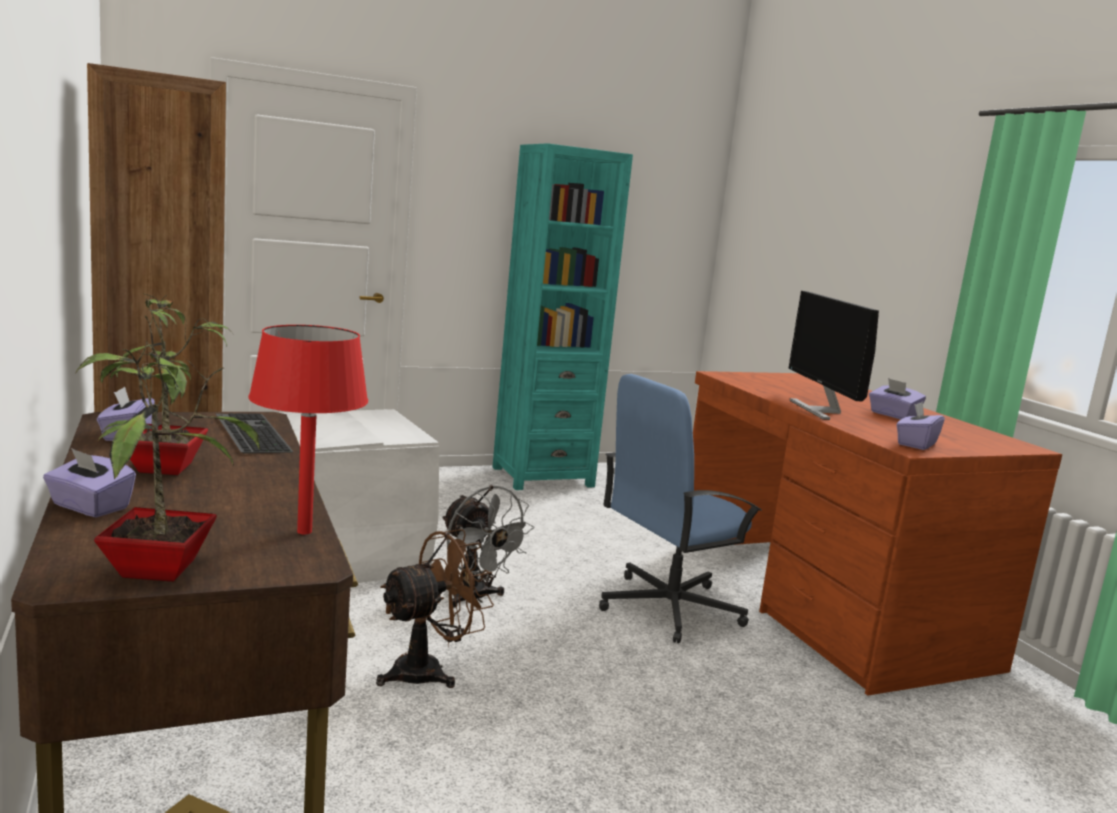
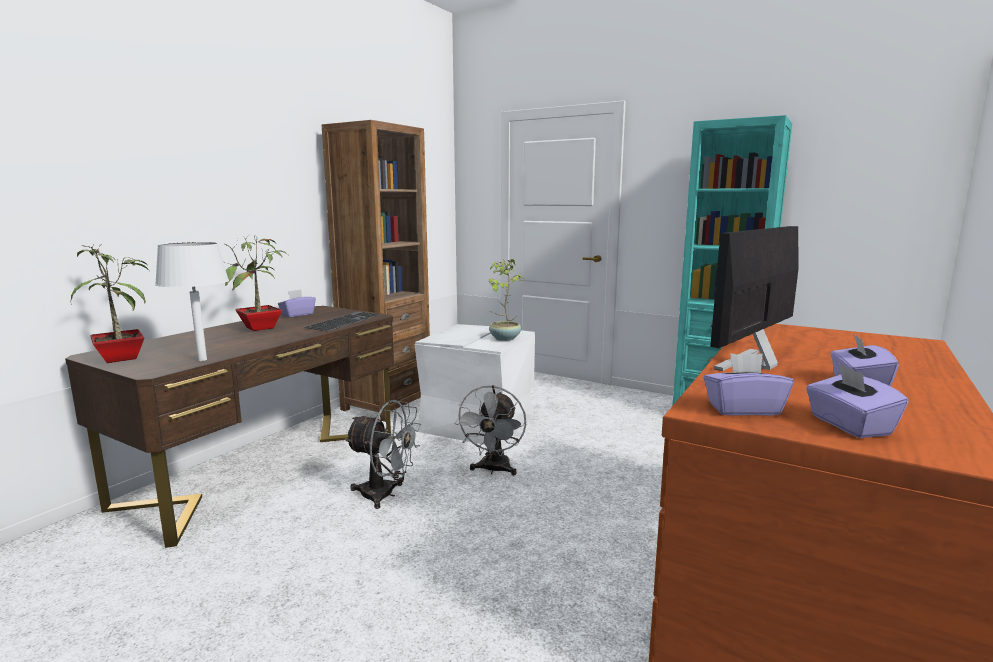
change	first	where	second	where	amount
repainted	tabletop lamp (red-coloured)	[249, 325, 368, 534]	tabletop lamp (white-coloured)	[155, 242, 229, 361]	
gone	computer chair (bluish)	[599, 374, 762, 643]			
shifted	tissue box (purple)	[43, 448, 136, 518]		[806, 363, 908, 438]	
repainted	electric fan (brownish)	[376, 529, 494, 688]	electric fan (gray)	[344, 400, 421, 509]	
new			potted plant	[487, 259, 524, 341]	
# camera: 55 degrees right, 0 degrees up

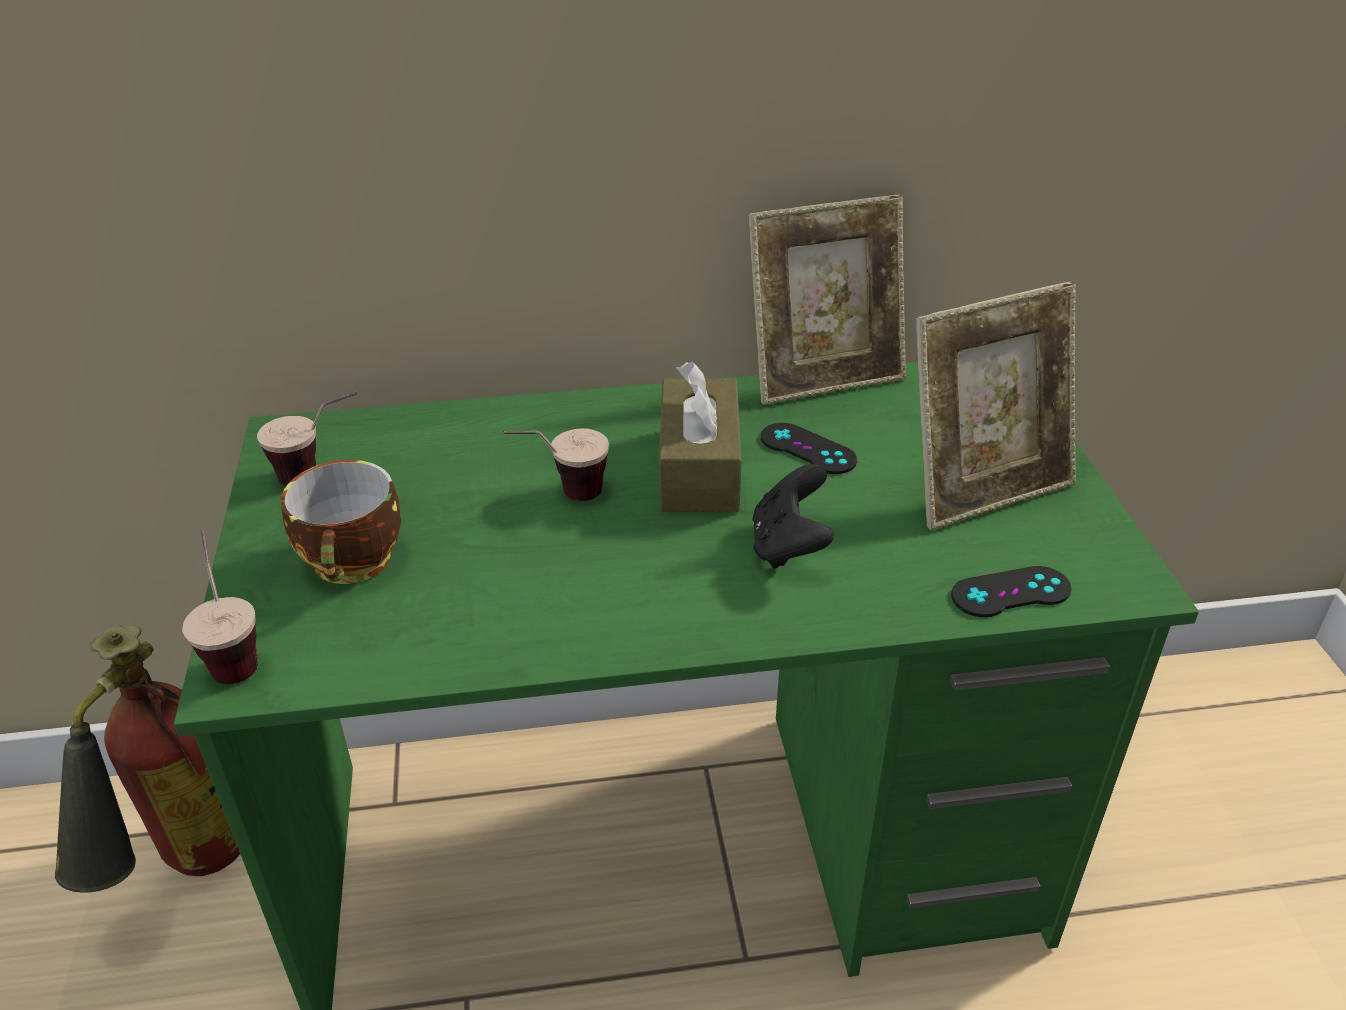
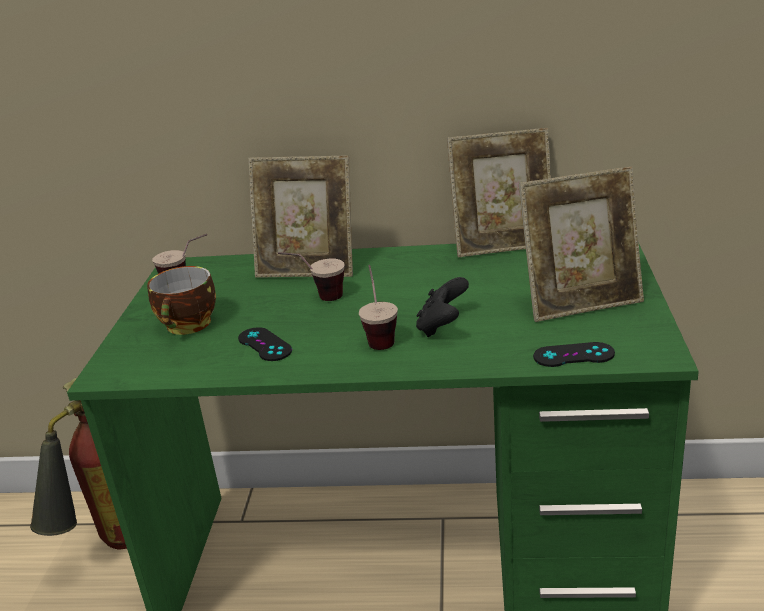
change	first	where	second	where	amount
gone	tissue box (brownish)	[659, 361, 741, 512]			
shifted	gamepad (black)	[761, 423, 857, 474]		[238, 327, 292, 361]	
shifted	small cup	[182, 528, 258, 684]		[359, 265, 398, 350]	
new			standing frame	[248, 156, 353, 278]	
# camera: 15 degrees right, 10 degrees down

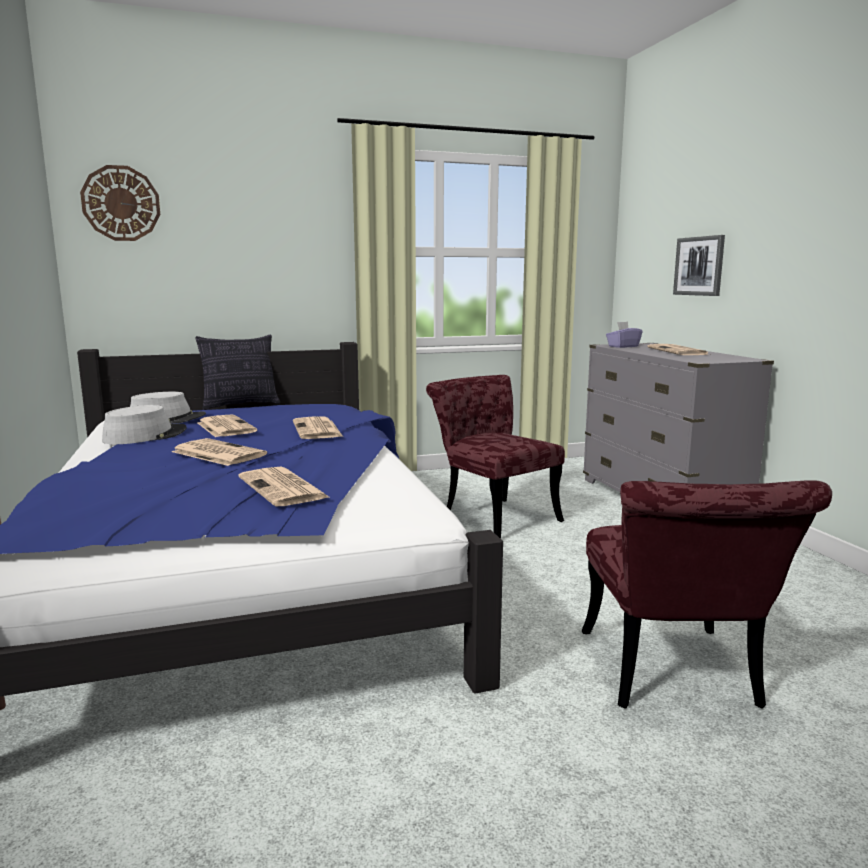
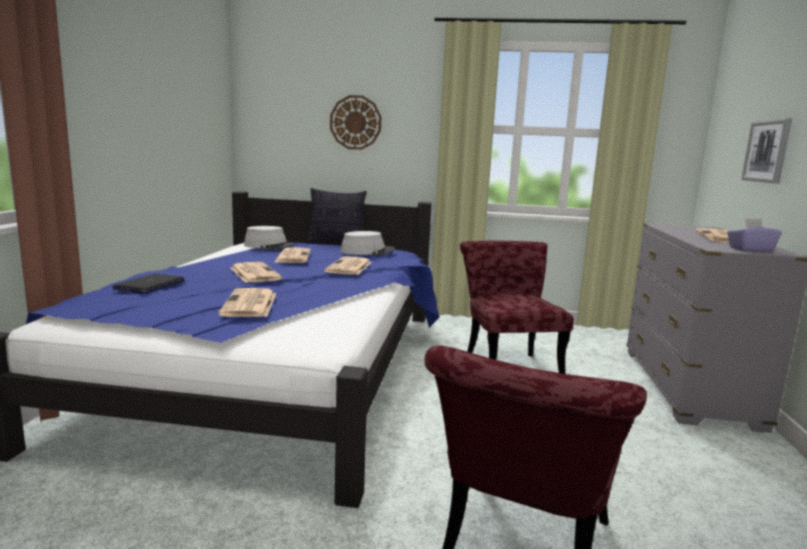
change	first	where	second	where	amount
shifted	hanging clock	[80, 165, 160, 241]		[330, 95, 381, 150]	
shifted	tissue box (purple)	[606, 321, 643, 348]		[727, 218, 781, 252]	
shifted	wearable hat (gray)	[102, 405, 187, 444]		[340, 231, 395, 255]	
new			laptop	[112, 274, 185, 294]	
# camera: 25 degrees right, 0 degrees up

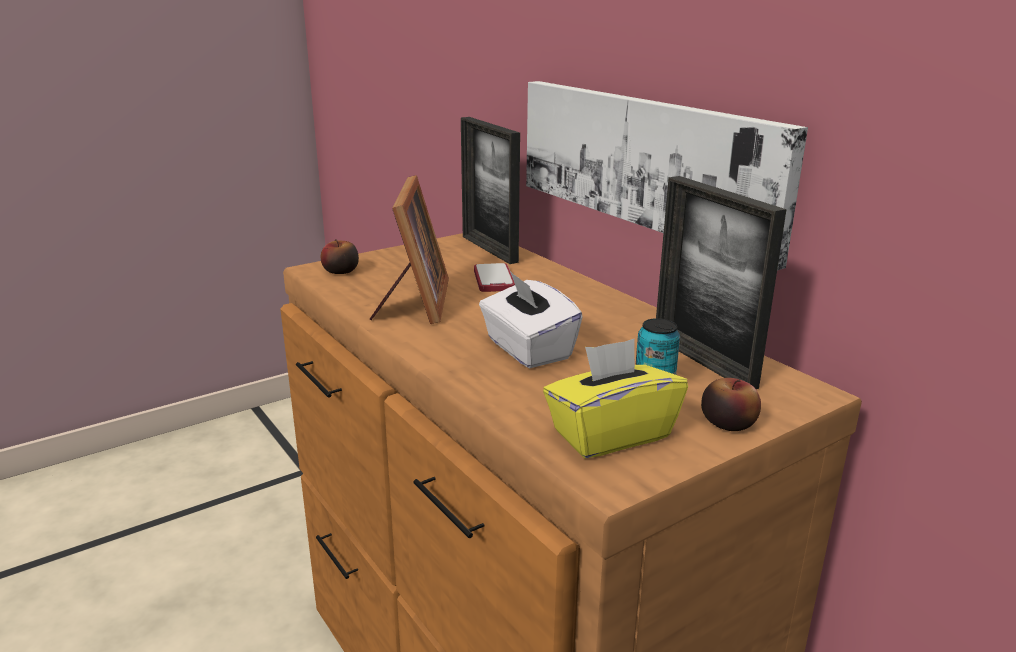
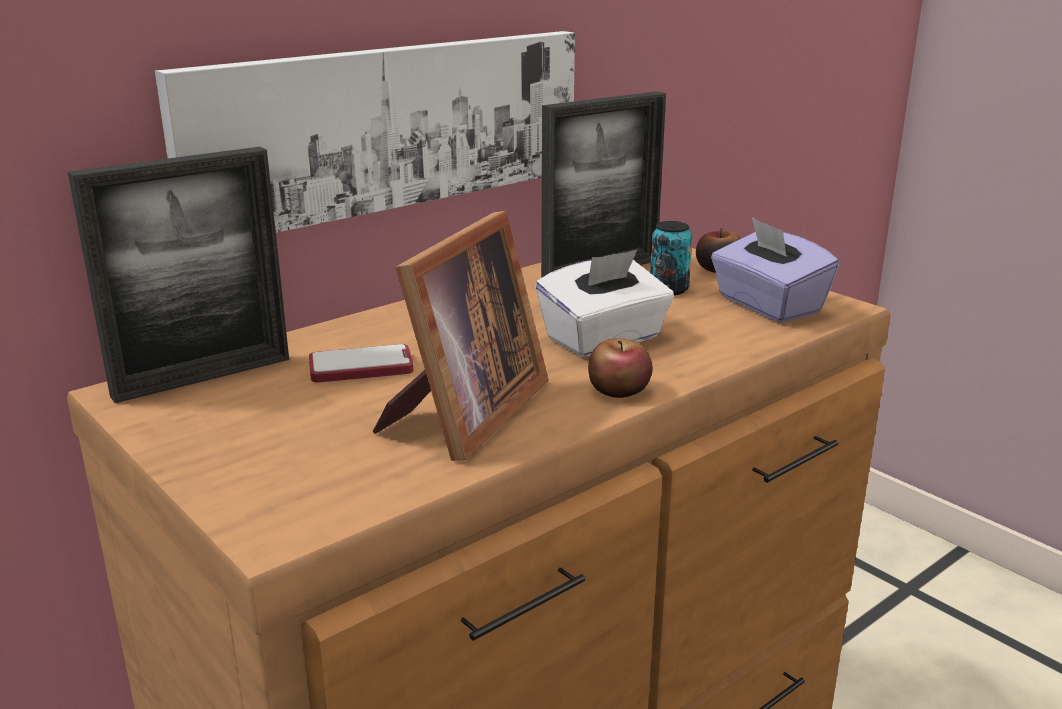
change	first	where	second	where	amount
rotated	standing frame	[370, 175, 449, 324]		[373, 211, 549, 461]	120 degrees clockwise
shifted	apple	[321, 239, 359, 274]		[588, 338, 653, 398]	
repainted	tissue box (yellowish)	[543, 339, 688, 458]	tissue box (purple)	[711, 217, 839, 323]	
# camera: 95 degrees left, 0 degrees up

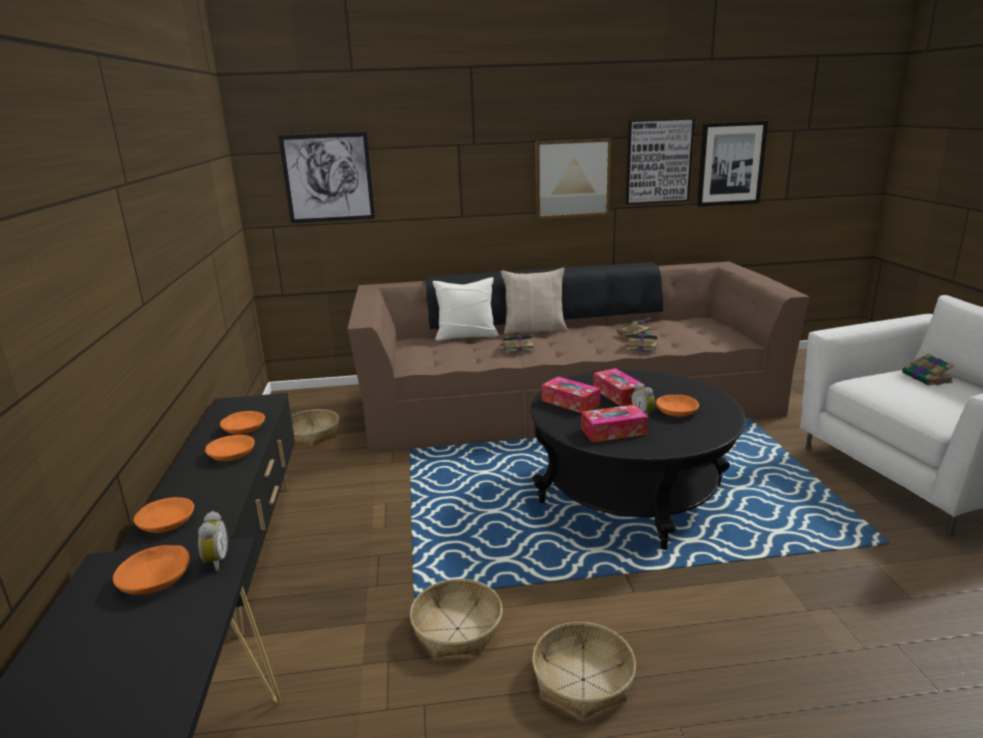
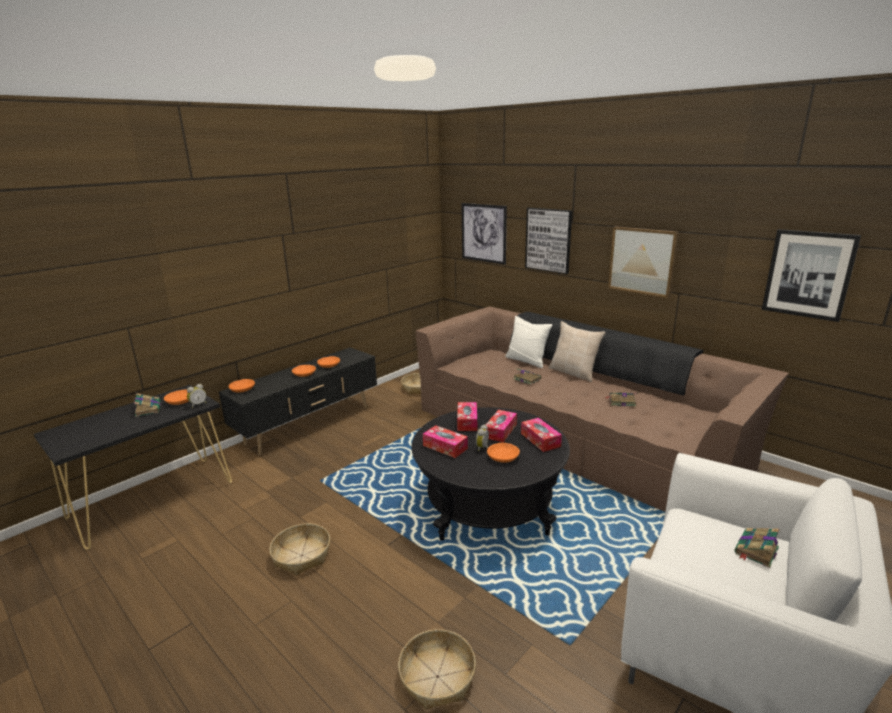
change	first	where	second	where	amount
shifted	picture	[626, 118, 695, 204]		[525, 208, 572, 274]	
shifted	bound book	[622, 334, 657, 352]		[134, 393, 161, 417]	
shifted	basket	[410, 579, 503, 658]		[398, 629, 476, 710]	
new			tissue box	[521, 418, 562, 452]	
# camera: 50 degrees right, 0 degrees up

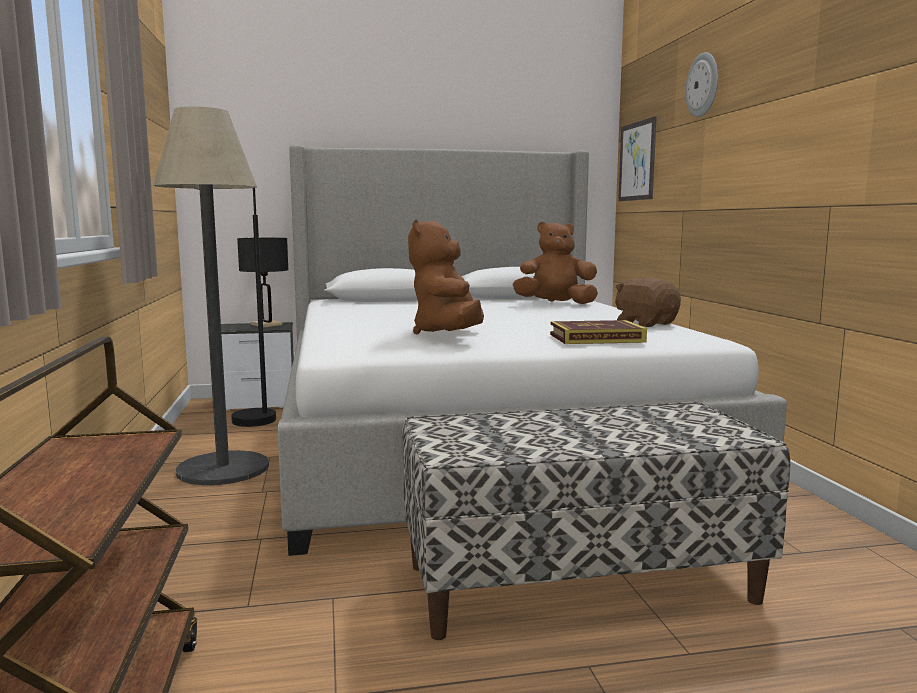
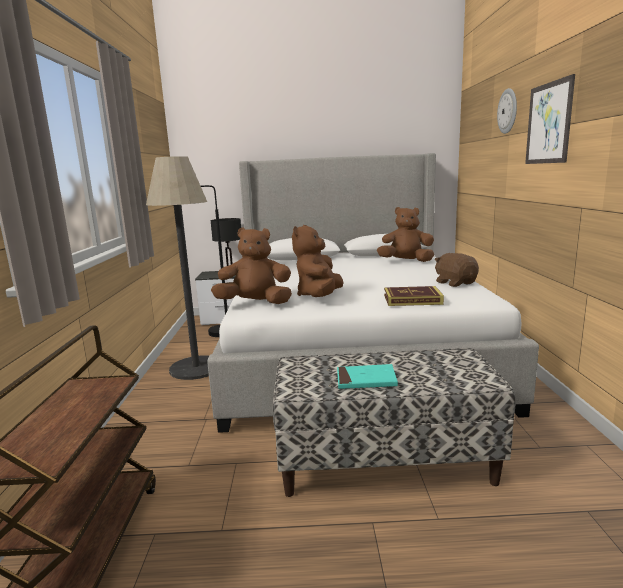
change	first	where	second	where	amount
shifted	picture	[618, 116, 657, 201]		[525, 74, 575, 164]	
new			plush toy (brownish)	[211, 228, 292, 304]	
new			bound book (blue-green)	[337, 364, 398, 389]	
# camera: 10 degrees right, 5 degrees up

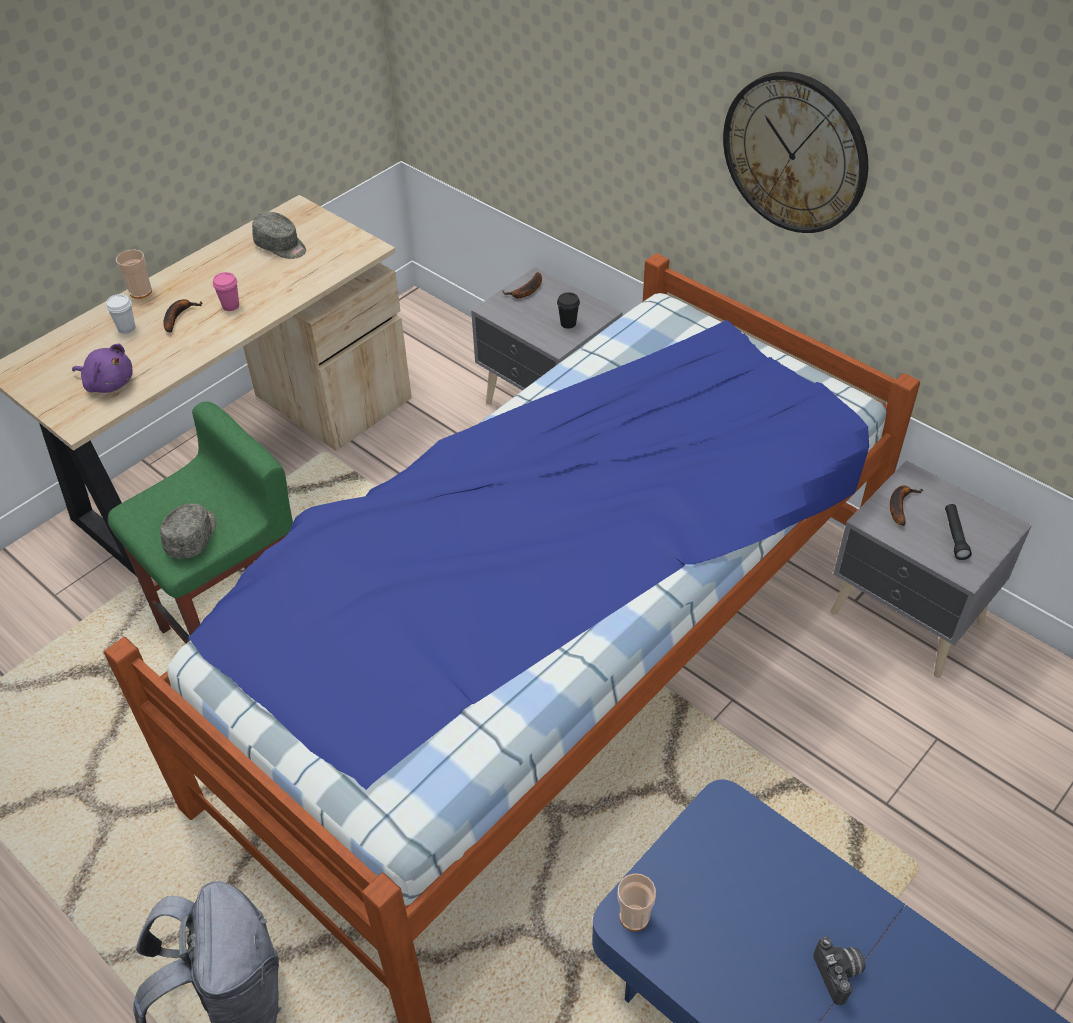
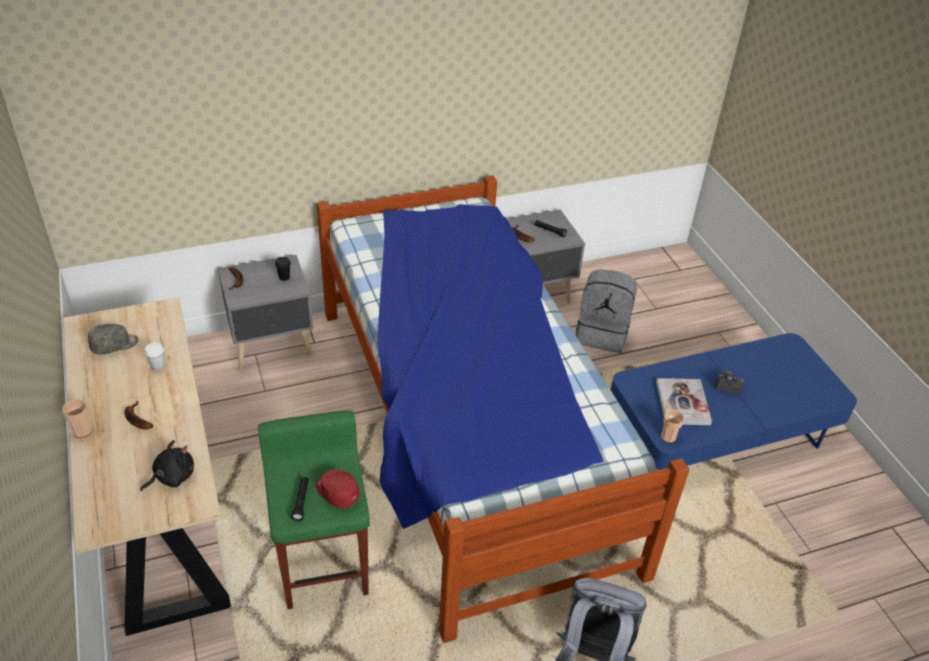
change	first	where	second	where	amount
gone	hanging clock	[723, 72, 868, 233]			
gone	small cup (pink)	[213, 272, 239, 311]			
shifted	small cup (white-coloured)	[106, 294, 135, 334]		[144, 342, 165, 371]	
repainted	plush toy (purple)	[72, 344, 133, 393]	plush toy (black)	[140, 440, 194, 491]	
repainted	peaked cap (gray)	[160, 503, 216, 559]	peaked cap (red-coloured)	[316, 470, 360, 508]	
new			knapsack (gray)	[576, 270, 637, 353]	
new			bound book	[656, 378, 712, 425]	
new			flashlight (black)	[291, 477, 309, 521]	
# camera: 65 degrees left, 5 degrees down

